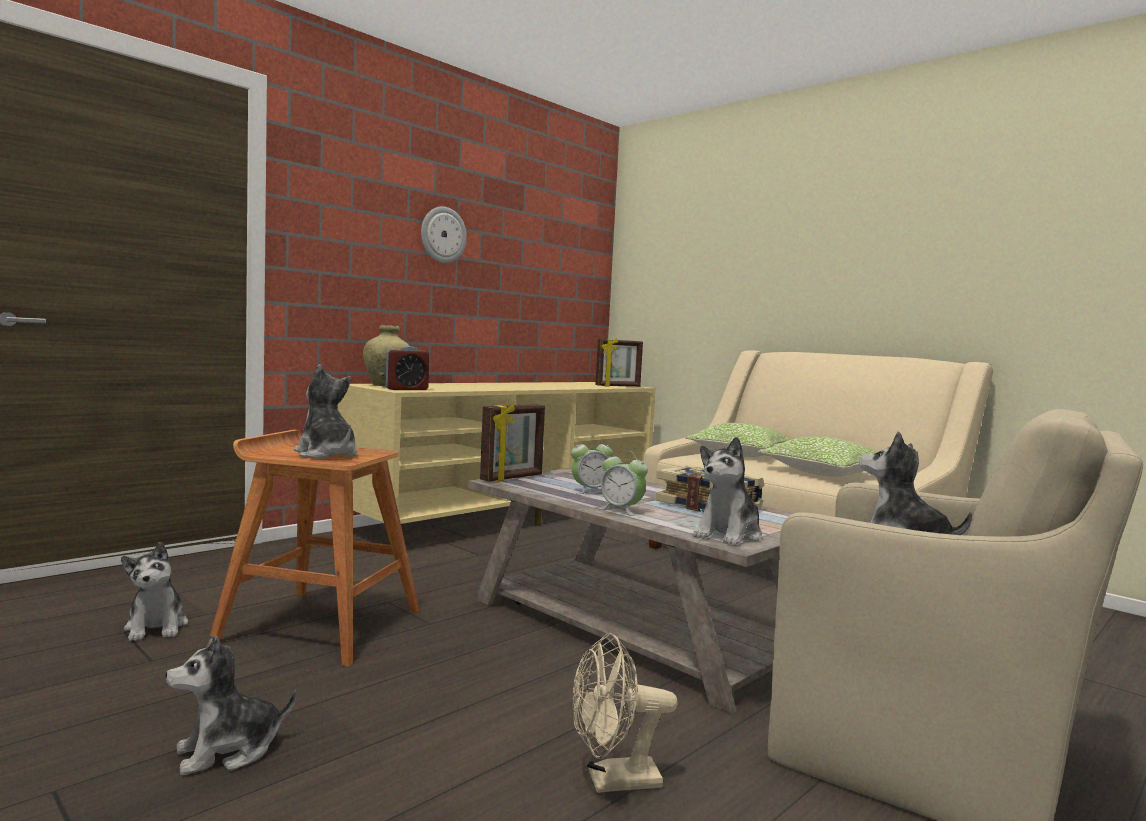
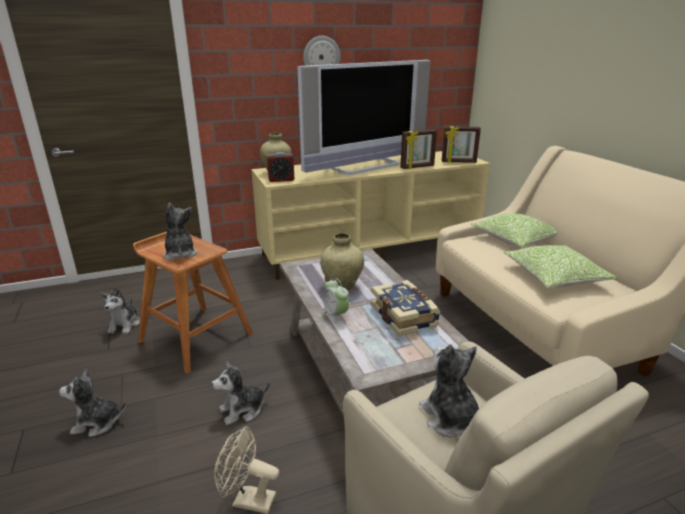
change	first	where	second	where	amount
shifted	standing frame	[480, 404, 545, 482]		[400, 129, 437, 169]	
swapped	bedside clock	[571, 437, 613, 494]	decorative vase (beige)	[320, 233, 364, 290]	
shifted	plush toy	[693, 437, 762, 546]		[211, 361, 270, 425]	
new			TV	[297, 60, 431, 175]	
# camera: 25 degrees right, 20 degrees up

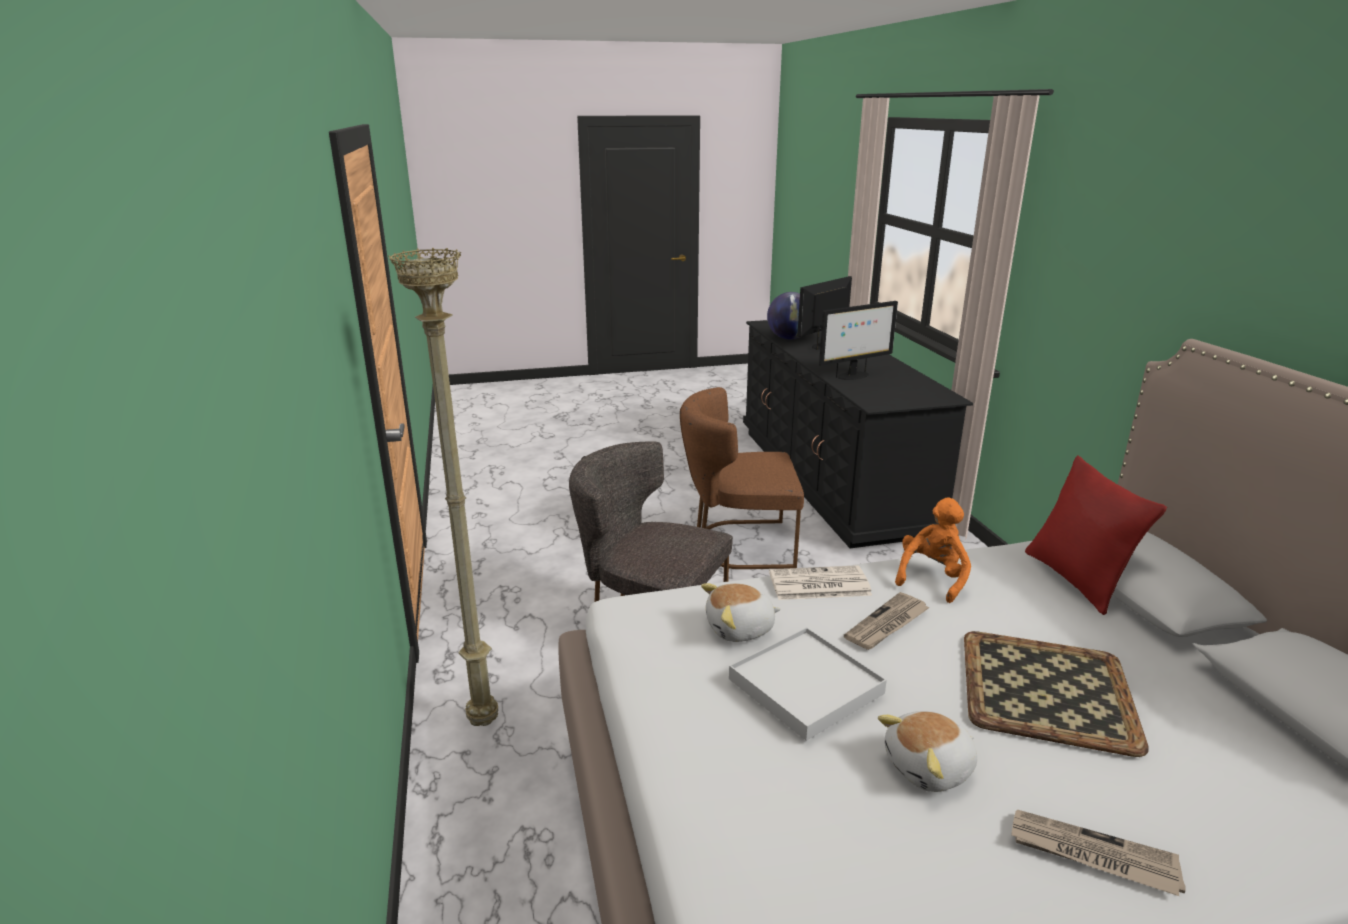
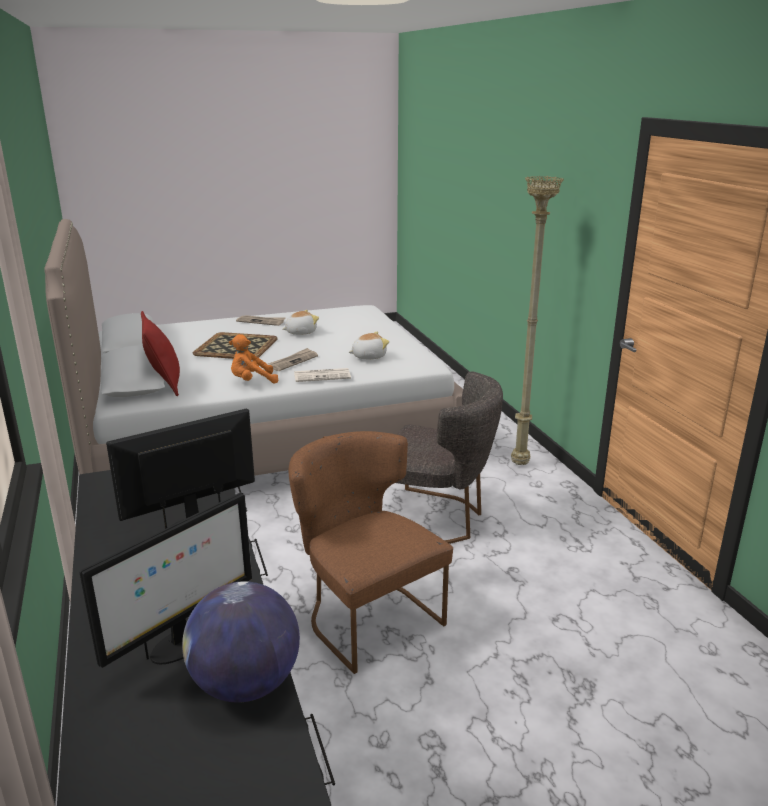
change	first	where	second	where	amount
rotated	plain chair (brownish)	[680, 387, 804, 569]		[289, 431, 453, 674]	120 degrees counterclockwise
rotated	plush toy (orange)	[895, 498, 971, 603]		[229, 334, 279, 384]	45 degrees clockwise
gone	tray (white-coloured)	[729, 627, 887, 741]			
# camera: 175 degrees right, 0 degrees up

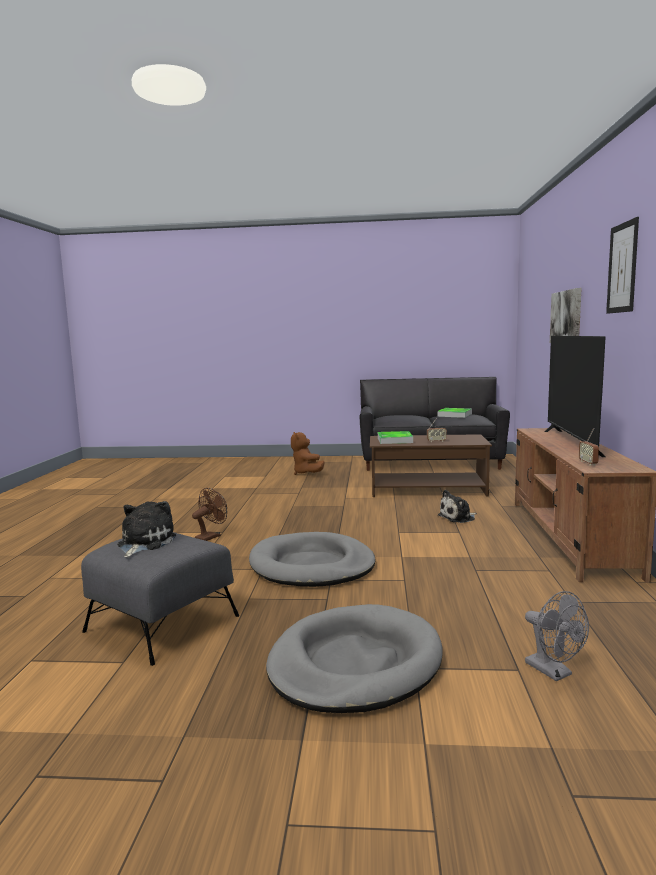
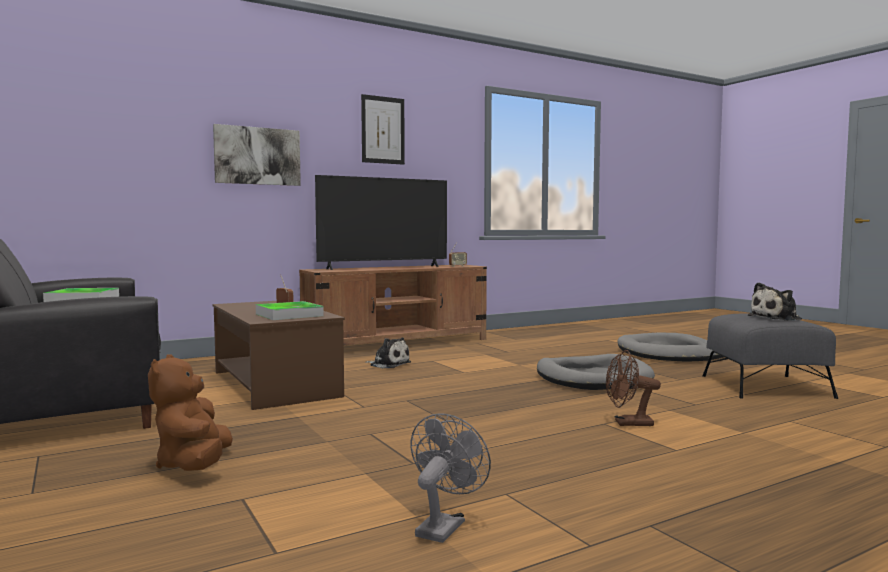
change	first	where	second	where	amount
rotated	plush toy (brownish)	[291, 432, 324, 475]		[148, 355, 233, 471]	135 degrees clockwise
shifted	electric fan (gray)	[525, 591, 589, 681]		[411, 413, 491, 543]	
# camera: 125 degrees left, 5 degrees down

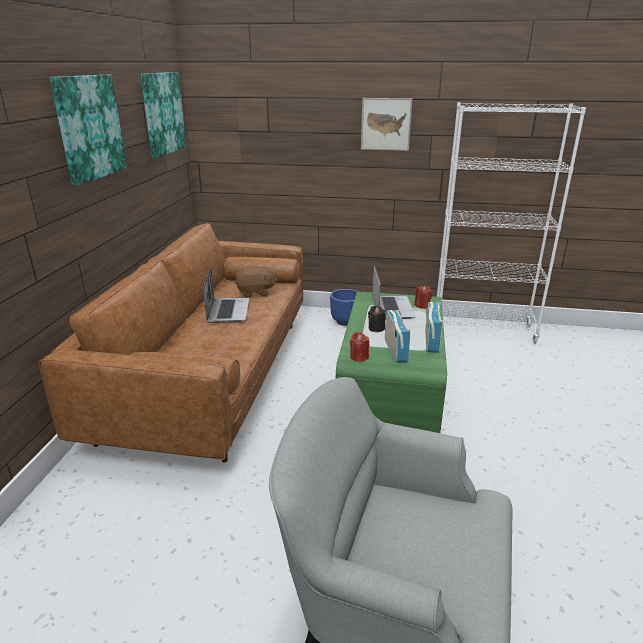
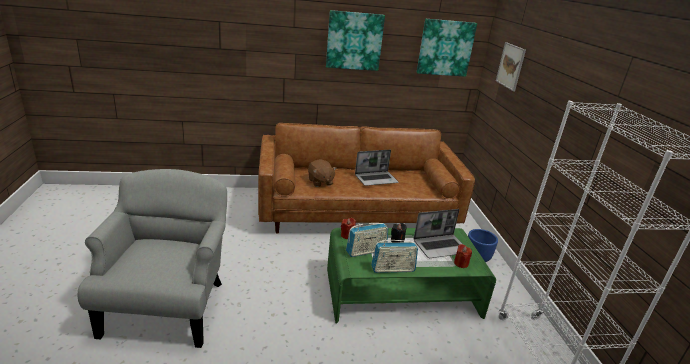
change	first	where	second	where	amount
shifted	picture	[361, 98, 413, 151]		[496, 42, 526, 91]	
shifted	plush toy (brownish)	[235, 265, 277, 298]		[308, 159, 337, 187]	
# camera: 70 degrees right, 0 degrees up

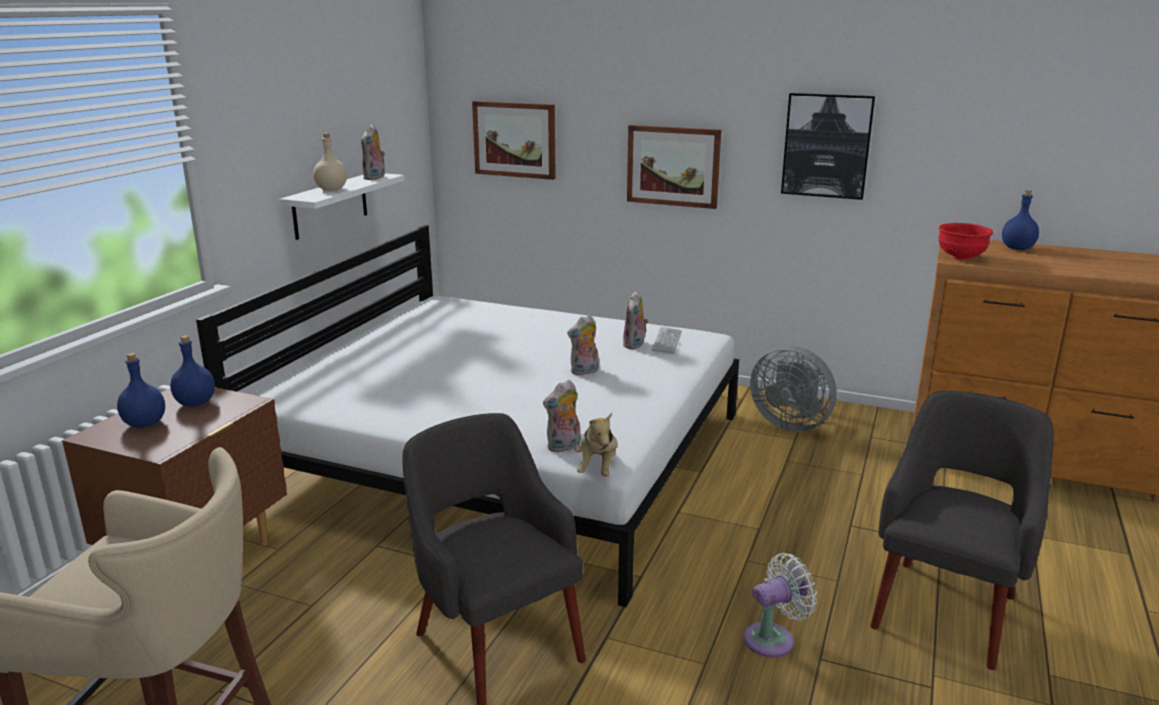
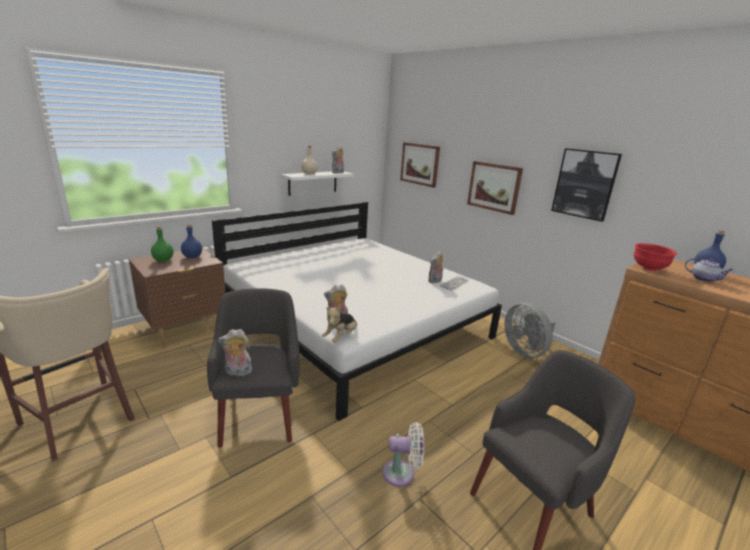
change	first	where	second	where	amount
shifted	plush toy	[567, 315, 599, 375]		[218, 329, 252, 376]	
repainted	bottle (bluish)	[117, 353, 165, 428]	bottle (greenish)	[151, 226, 173, 261]	
new			pot for tea	[685, 258, 733, 282]	
# camera: 25 degrees right, 0 degrees up

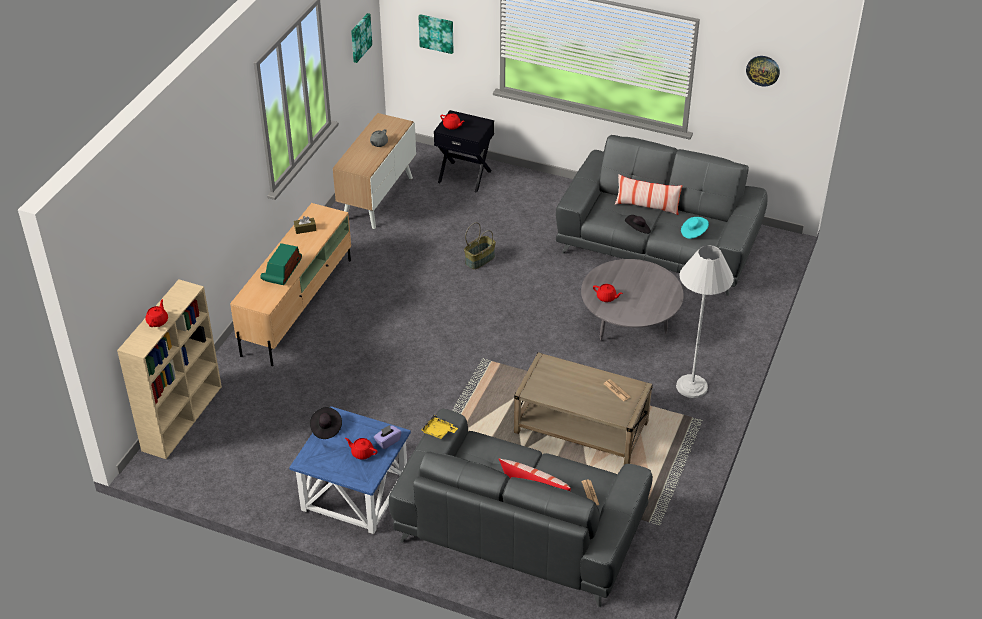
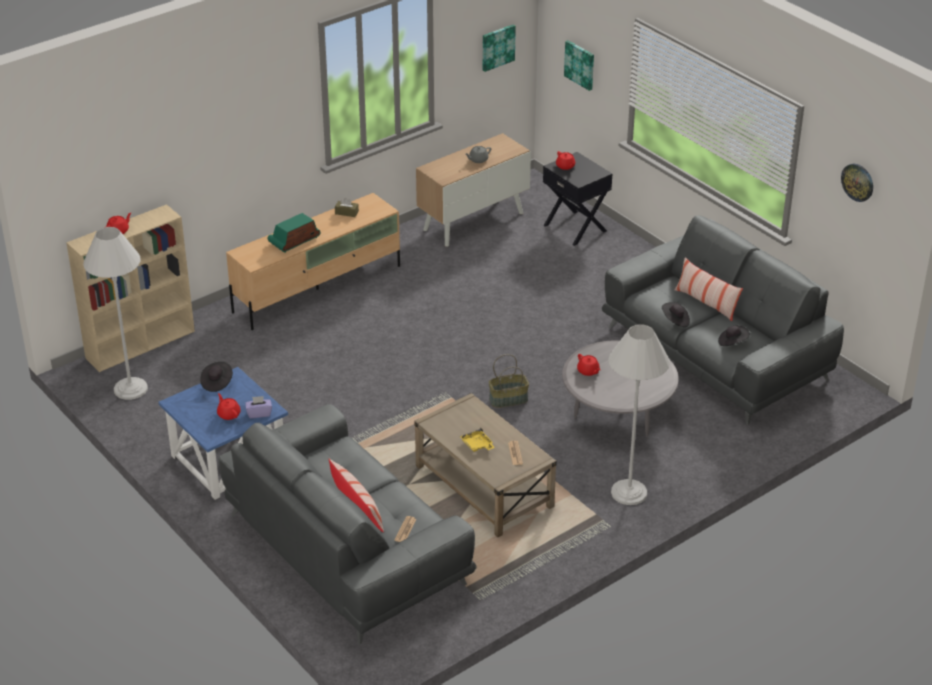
change	first	where	second	where	amount
repainted	wearable hat (blue-green)	[681, 217, 709, 239]	wearable hat (black)	[718, 325, 750, 346]	
shifted	basket	[464, 222, 496, 270]		[489, 354, 529, 408]	
shifted	tray (yellowish)	[421, 415, 458, 439]		[460, 428, 495, 452]	
new			standing lamp (white-coloured)	[83, 227, 148, 400]	
# camera: 30 degrees right, 5 degrees down

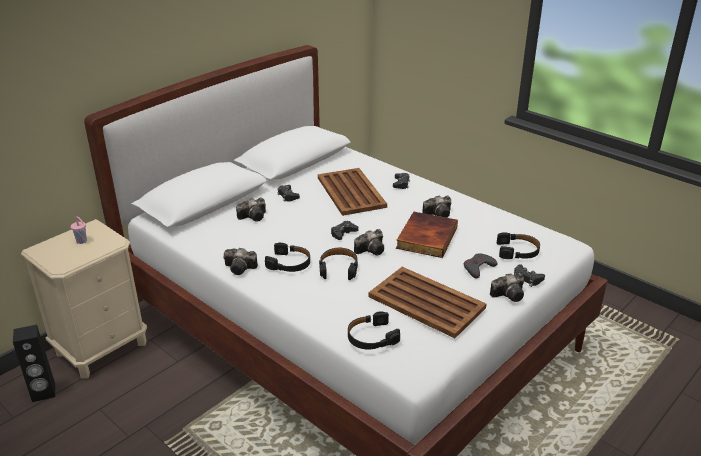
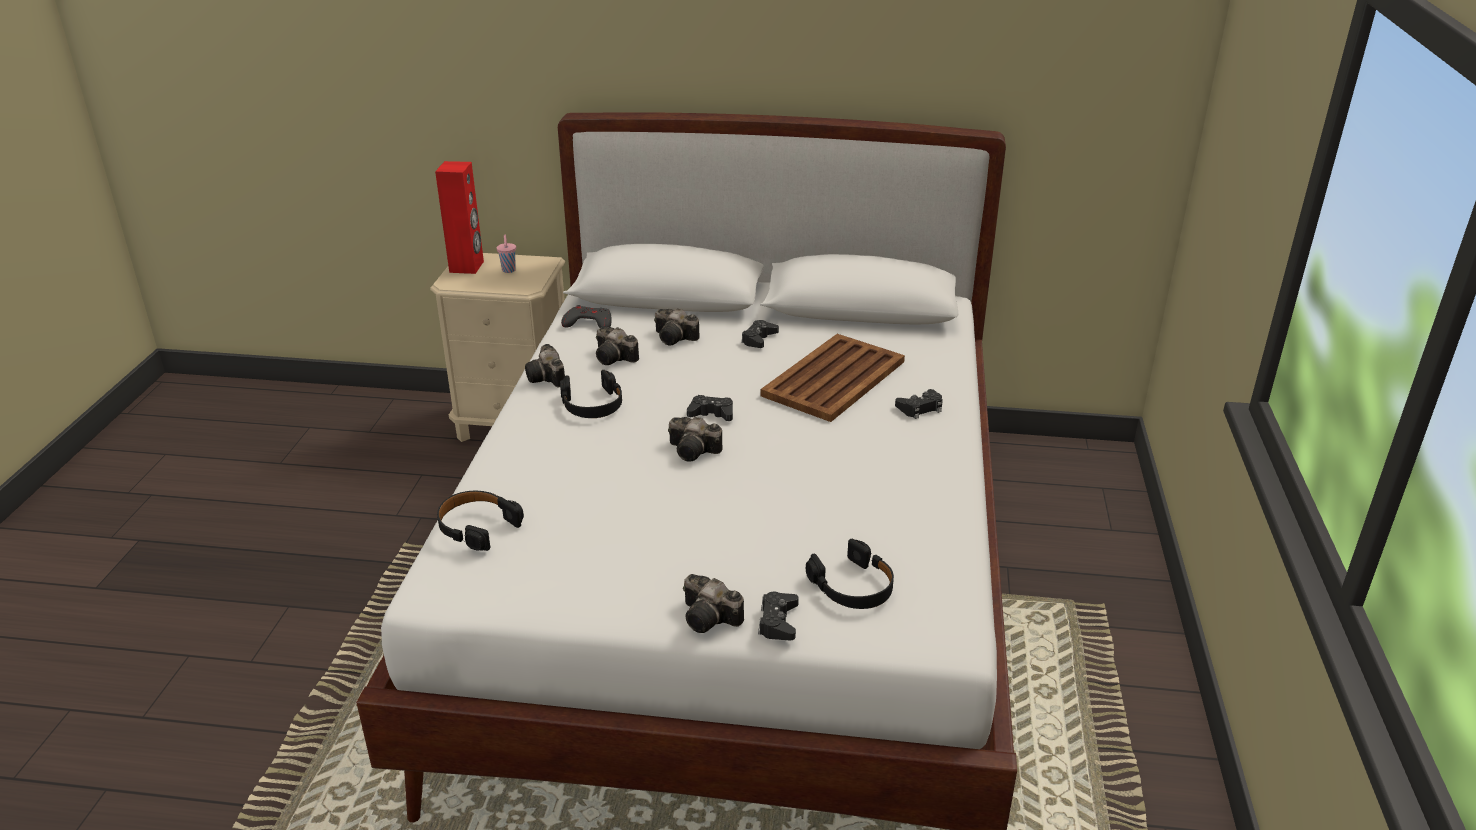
change	first	where	second	where	amount
shifted	still camera	[422, 195, 451, 218]		[596, 327, 639, 365]	
gone	bound book	[396, 212, 458, 258]			
gone	headphones (black)	[319, 248, 358, 280]			
shifted	gamepad (gray)	[464, 253, 497, 279]		[561, 305, 612, 328]	
gone	tray (brownish)	[369, 267, 486, 338]			
gone	loudspeaker (black)	[13, 325, 55, 402]			
new			loudspeaker (red-coloured)	[435, 161, 484, 274]	
# camera: 55 degrees right, 0 degrees up

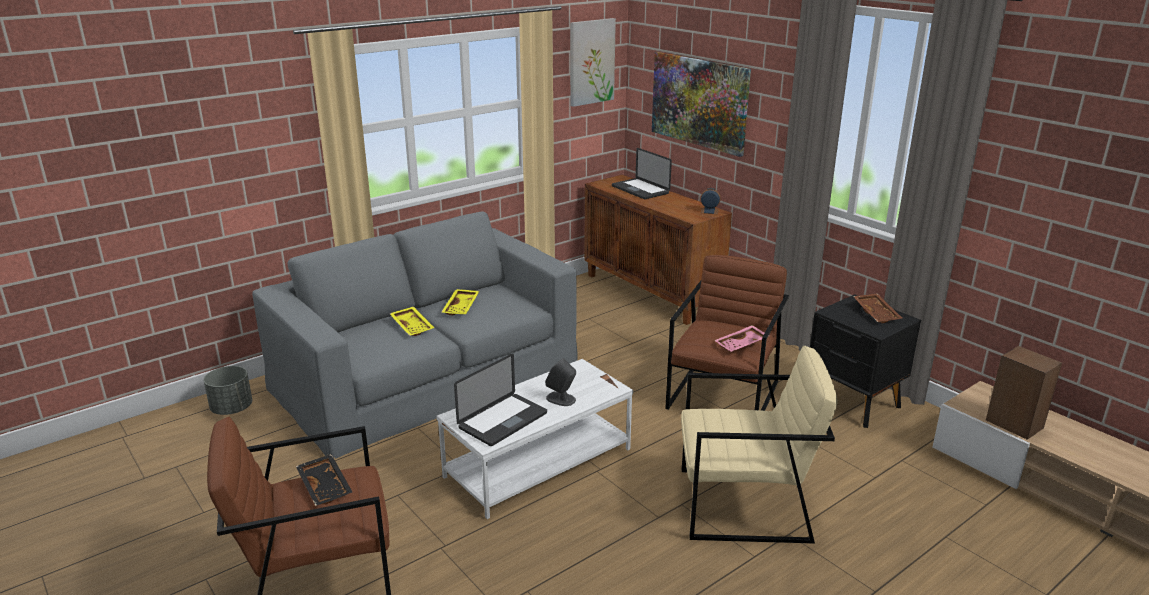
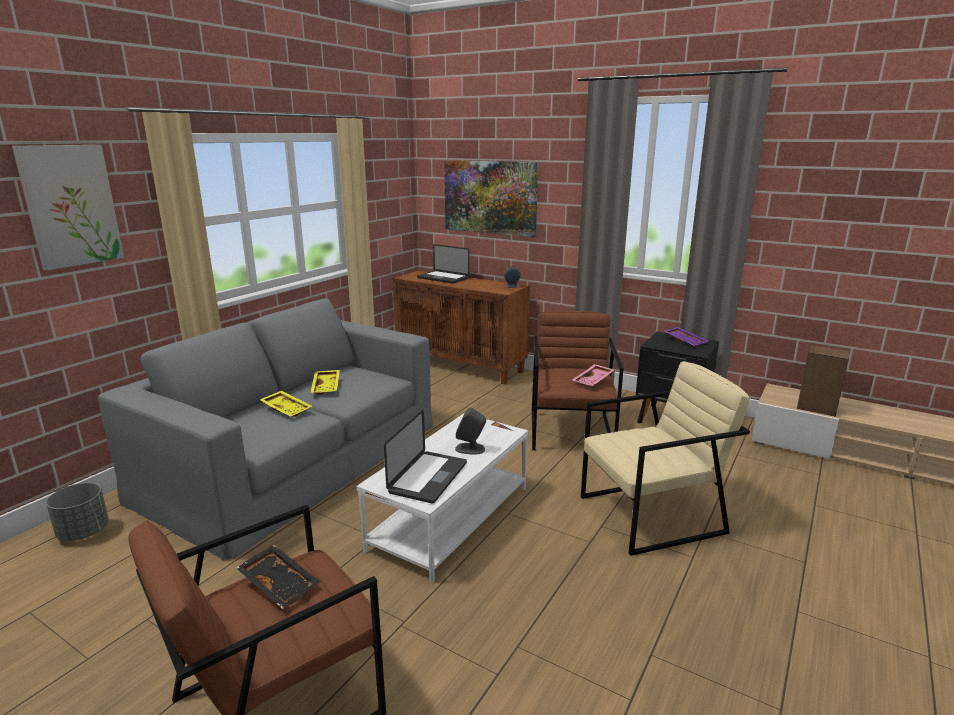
change	first	where	second	where	amount
shifted	picture	[570, 18, 616, 107]		[12, 145, 124, 271]	
repainted	tray (brownish)	[853, 293, 902, 323]	tray (purple)	[664, 327, 708, 347]	
# camera: 20 degrees left, 5 degrees down

